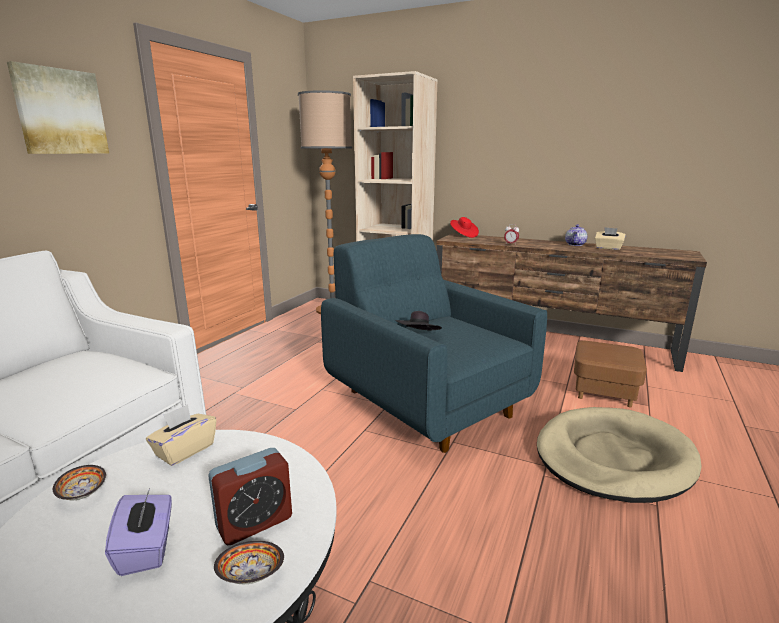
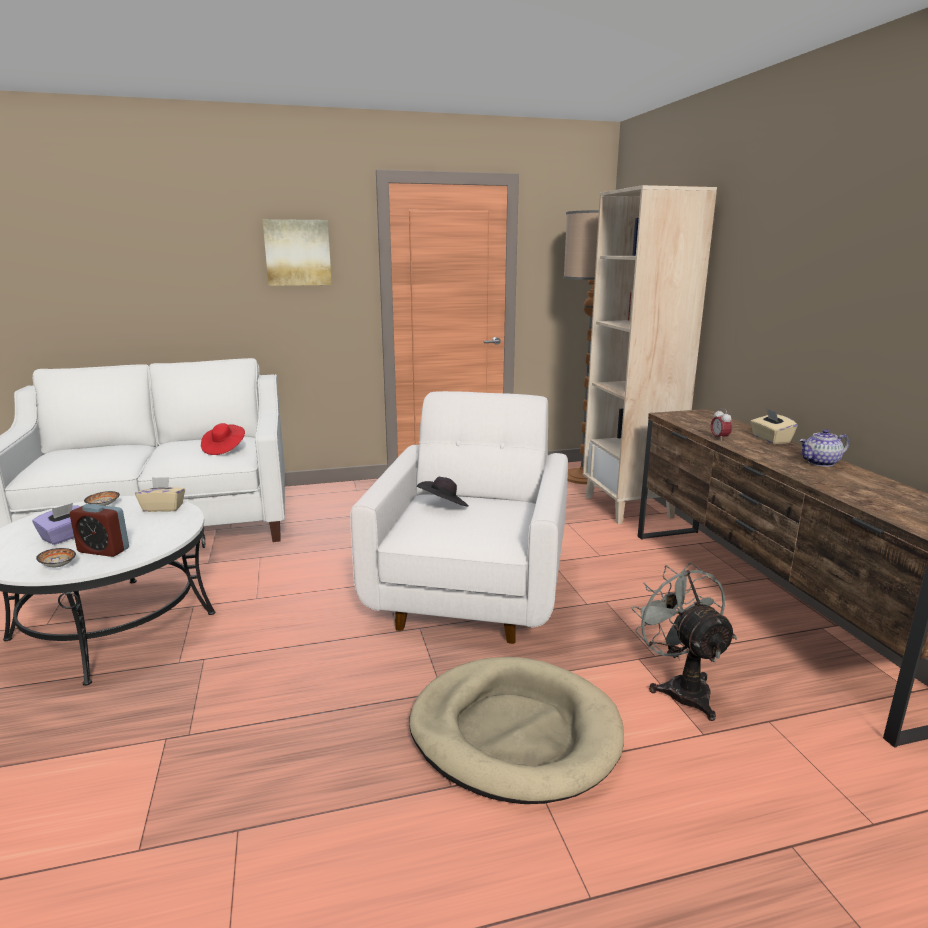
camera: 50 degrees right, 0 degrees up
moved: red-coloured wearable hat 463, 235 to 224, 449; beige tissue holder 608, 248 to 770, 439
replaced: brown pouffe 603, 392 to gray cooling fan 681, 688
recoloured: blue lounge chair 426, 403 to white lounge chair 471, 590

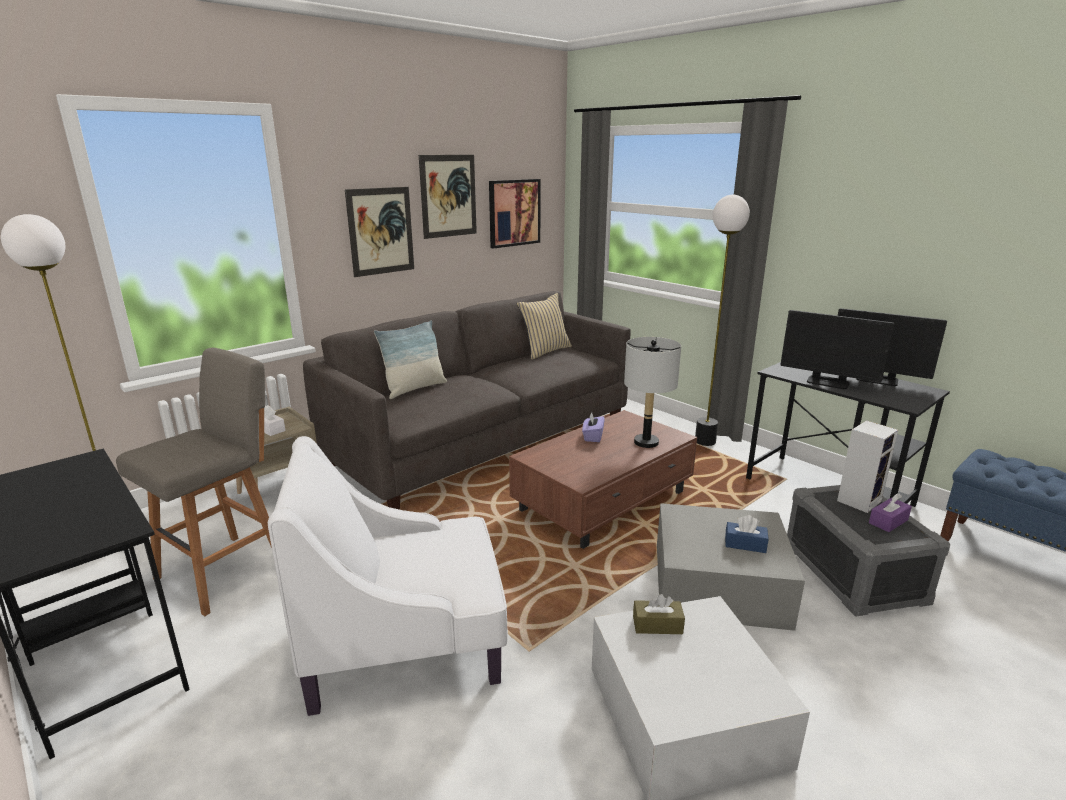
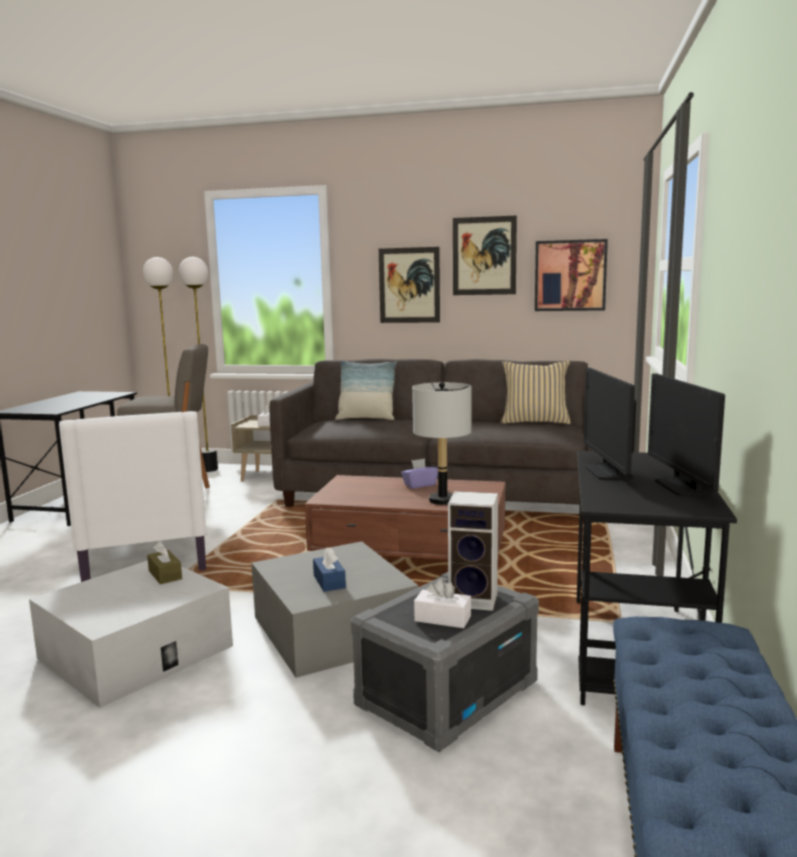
camera: 55 degrees right, 10 degrees down
moved: standing lamp 705, 441 to 209, 469
recoloured: purple-coloured tissue holder 888, 521 to white tissue holder 442, 618
turned: white lounge chair 407, 642 = 147, 553 150 degrees counterclockwise

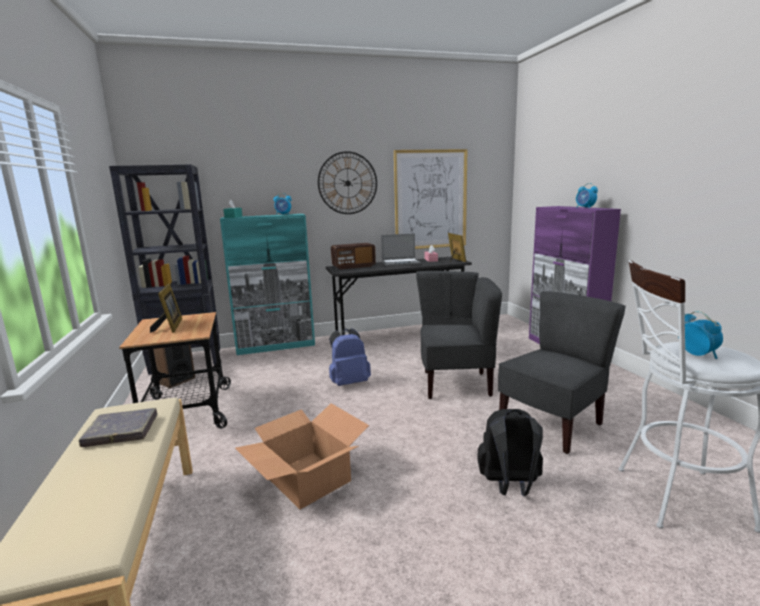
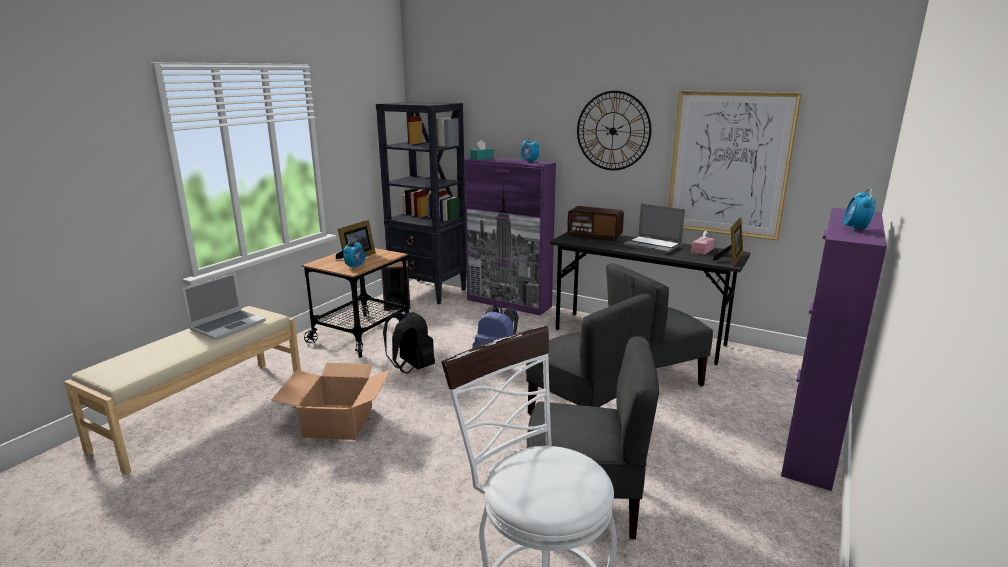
camera: 45 degrees right, 5 degrees up
moved: black-coloured backpack 509, 486 to 411, 368; table clock 697, 354 to 356, 267
replaced: gray book 121, 431 to portable computer 228, 325
recoloured: turquoise storage cabinet 276, 346 to purple-coloured storage cabinet 509, 303

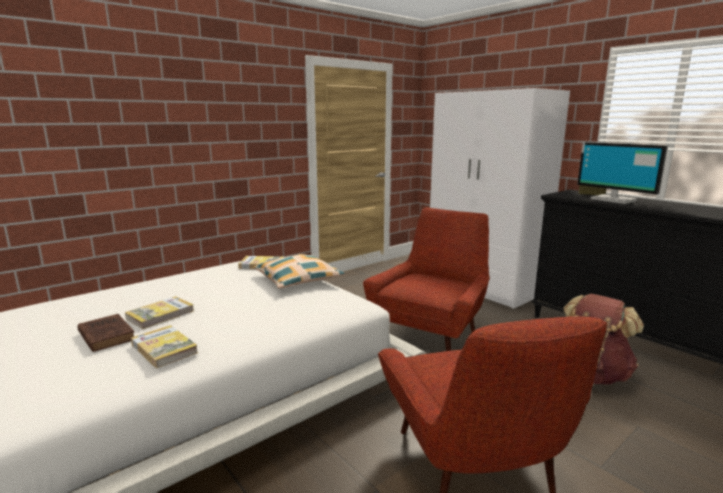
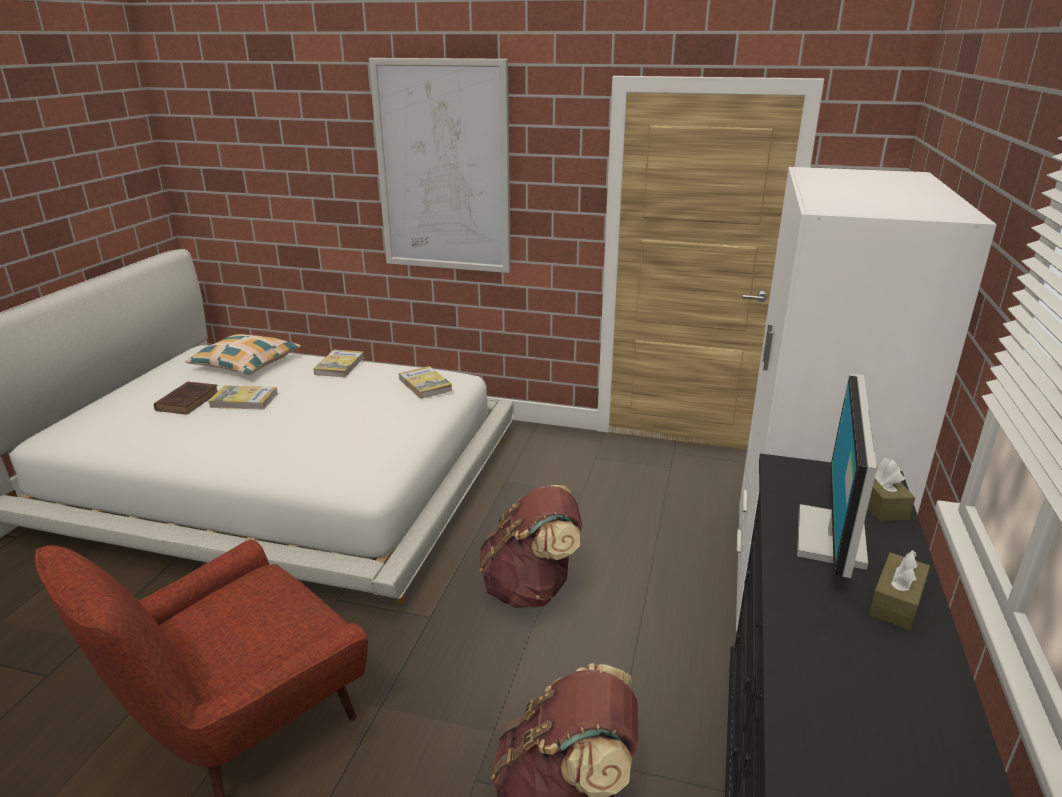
camera: 55 degrees right, 10 degrees up
added: wall picture 443, 168; brown tissue holder 896, 602
moved: book 164, 349 to 339, 366; throw pillow 298, 279 to 246, 363
replaced: red-coloured lounge chair 431, 336 to brown backpack 531, 588

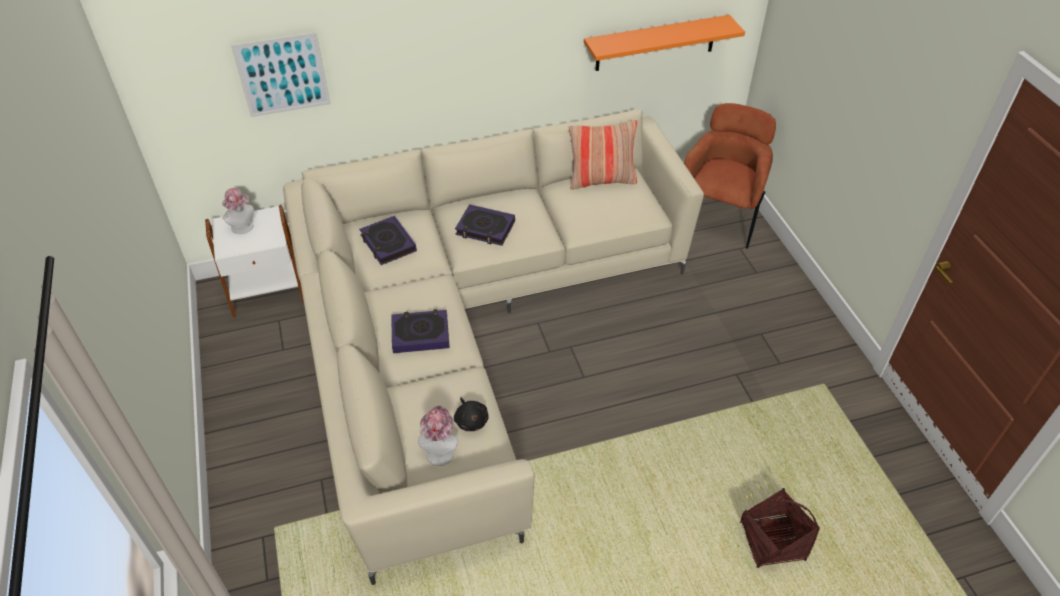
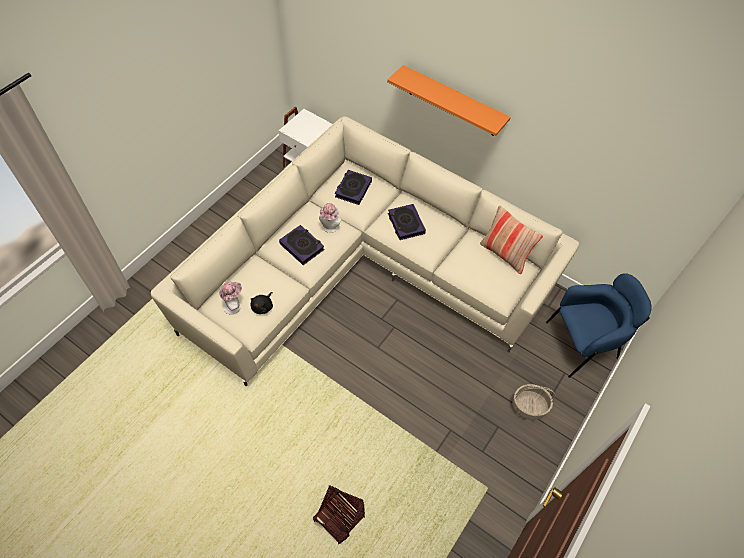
camera: 50 degrees right, 10 degrees up
removed: wall picture 282, 75
added: basket 529, 406
moved: wearable hat 244, 228 to 330, 228; orange-coloured bracket shelf 655, 43 to 453, 102
recoloured: brown lounge chair 719, 216 to blue lounge chair 583, 344

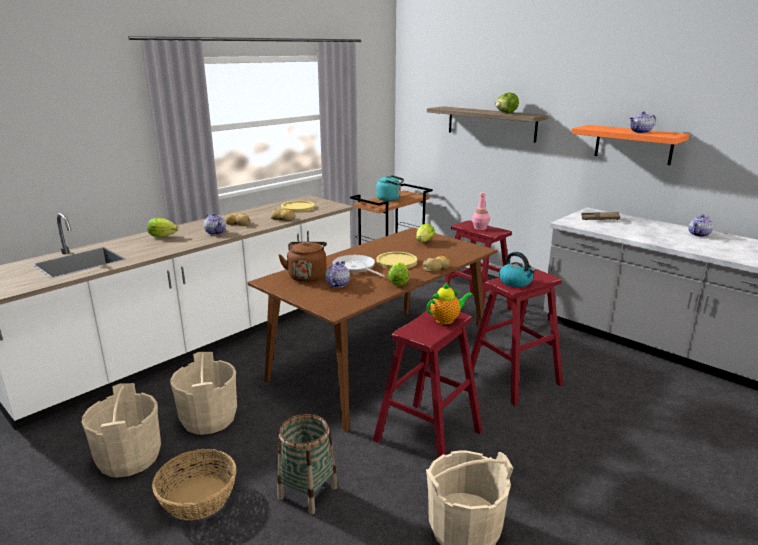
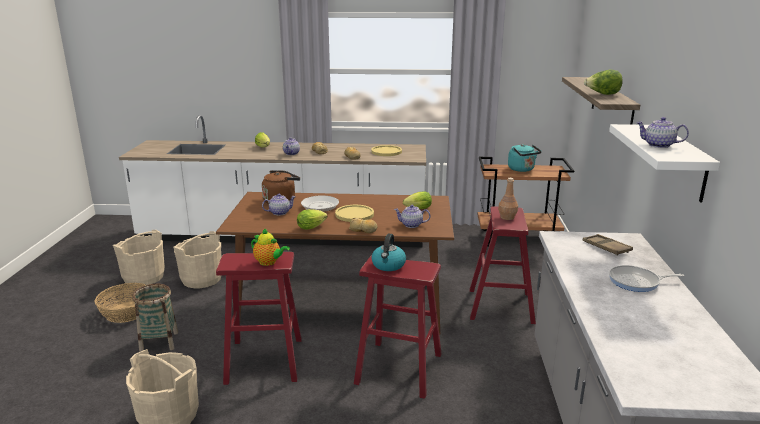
camera: 50 degrees right, 0 degrees up
added: pan 637, 282
moved: teapot 699, 234 to 411, 225
recoloured: pink beverage bottle 480, 228 to brown beverage bottle 507, 217; orange-coloured bracket shelf 633, 144 to white bracket shelf 682, 162

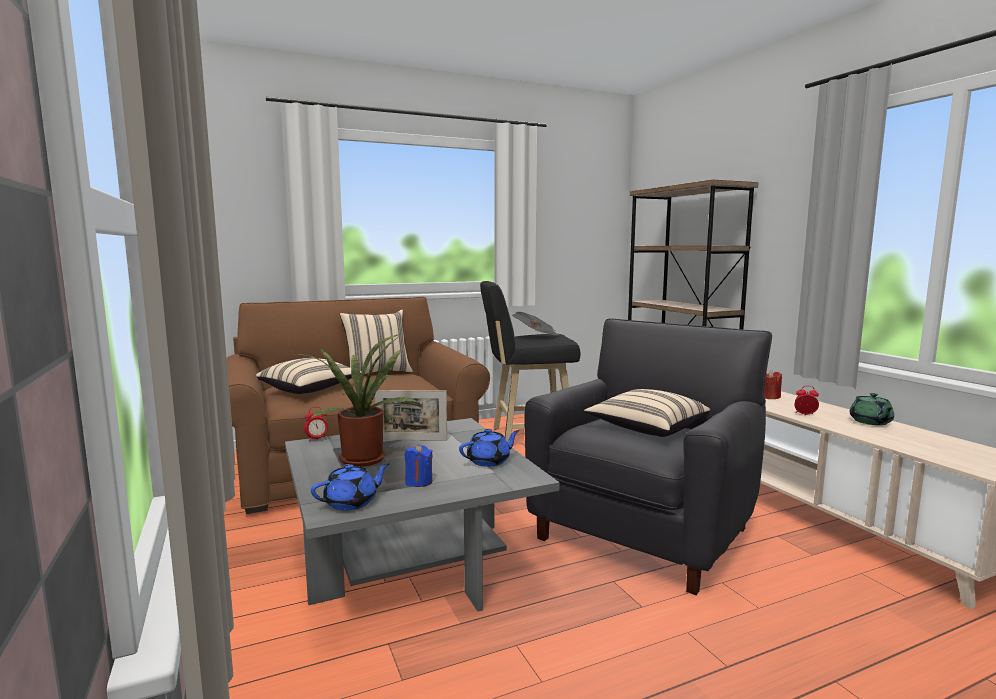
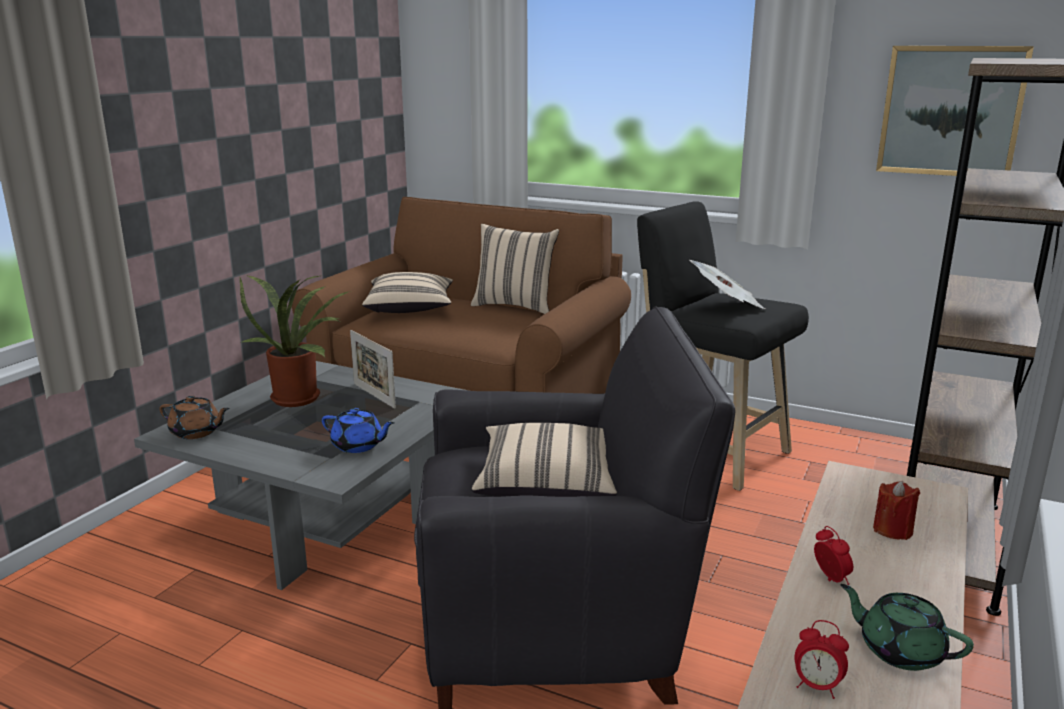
camera: 50 degrees right, 10 degrees up
removed: blue wax candle 418, 482
added: wall picture 951, 111
moved: table clock 317, 439 to 817, 687
recoloured: blue teapot 352, 502 to brown teapot 196, 432
turned: green teapot 870, 422 = 899, 650 75 degrees clockwise

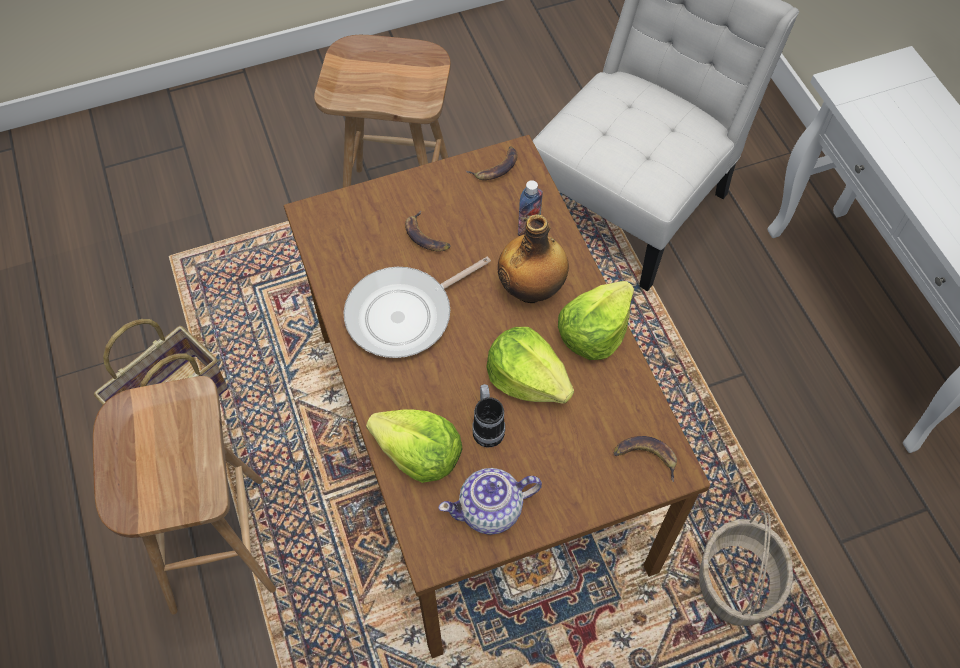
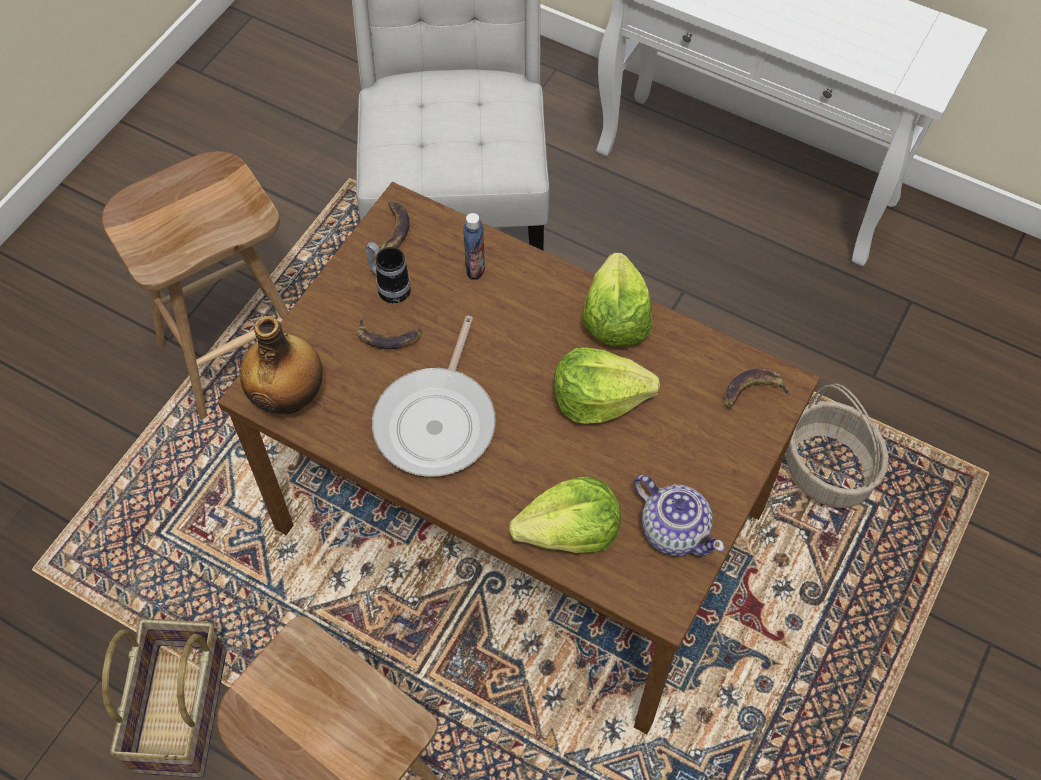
camera: 40 degrees left, 0 degrees up
moved: tea mug 487, 427 to 389, 286; beverage bottle 532, 289 to 289, 396
turned: teapot 491, 510 = 674, 530 75 degrees counterclockwise

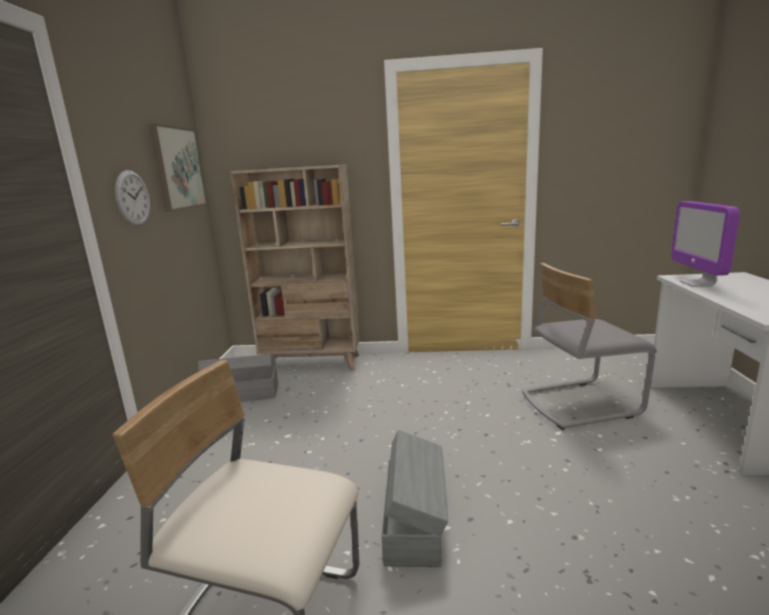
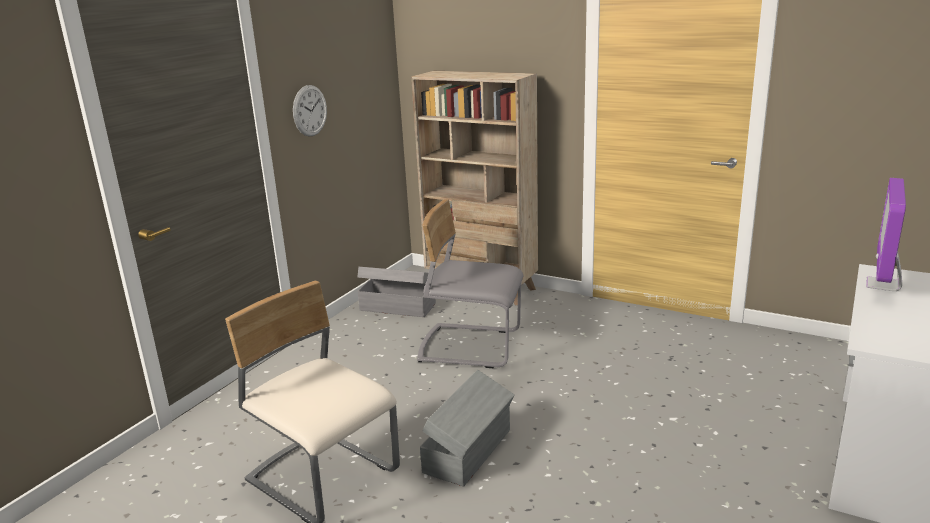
camera: 25 degrees right, 5 degrees up
removed: wall picture 178, 168
moved: gray upright chair 579, 403 to 470, 346

